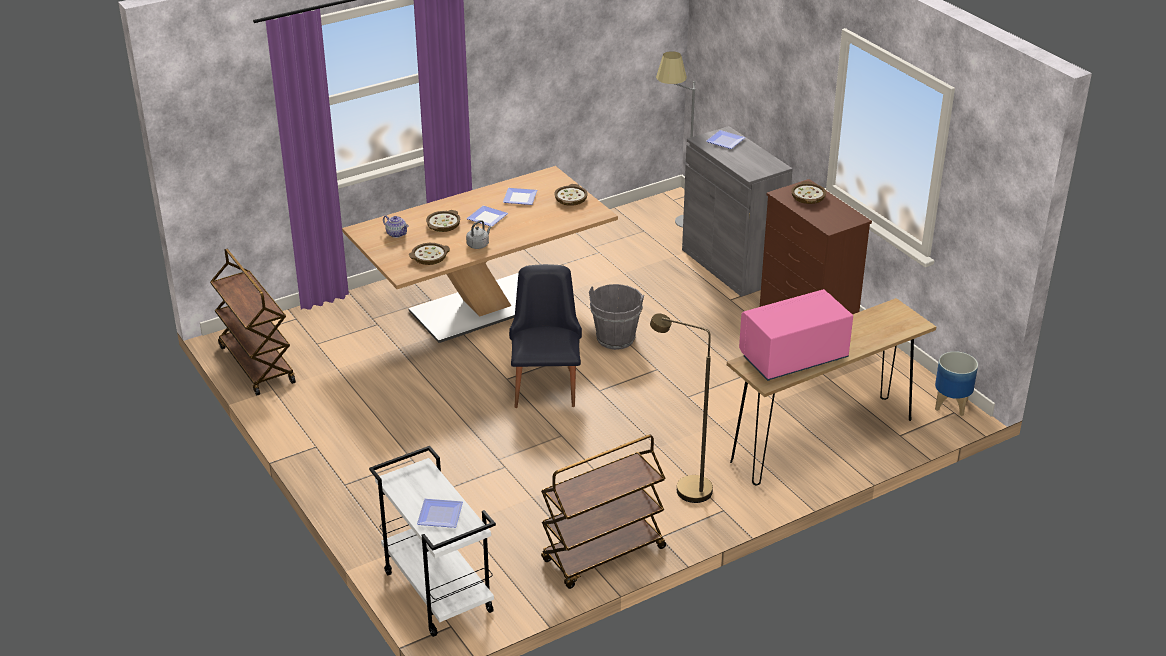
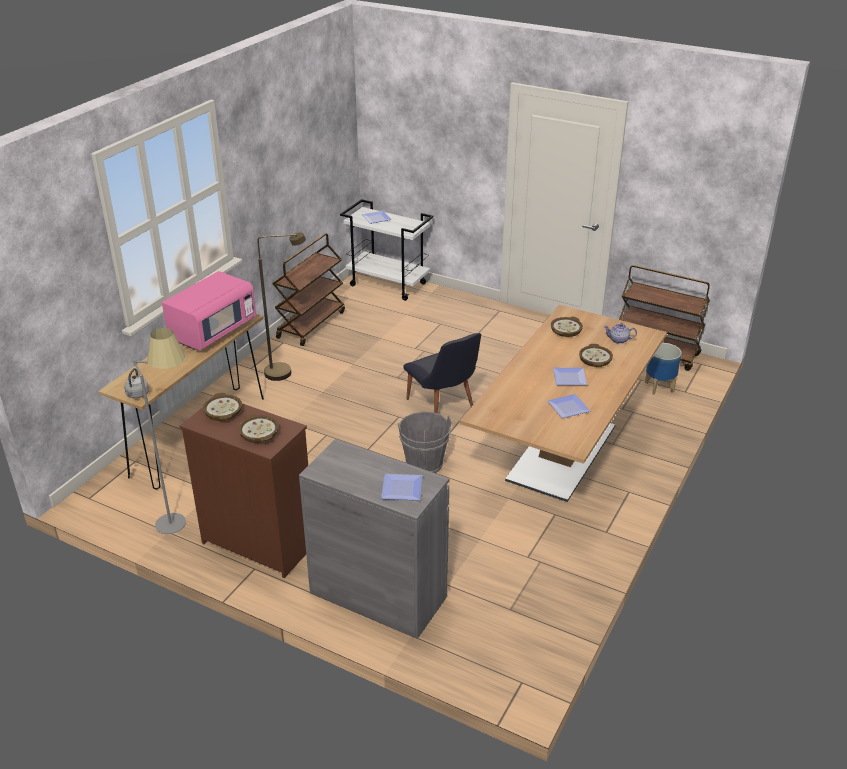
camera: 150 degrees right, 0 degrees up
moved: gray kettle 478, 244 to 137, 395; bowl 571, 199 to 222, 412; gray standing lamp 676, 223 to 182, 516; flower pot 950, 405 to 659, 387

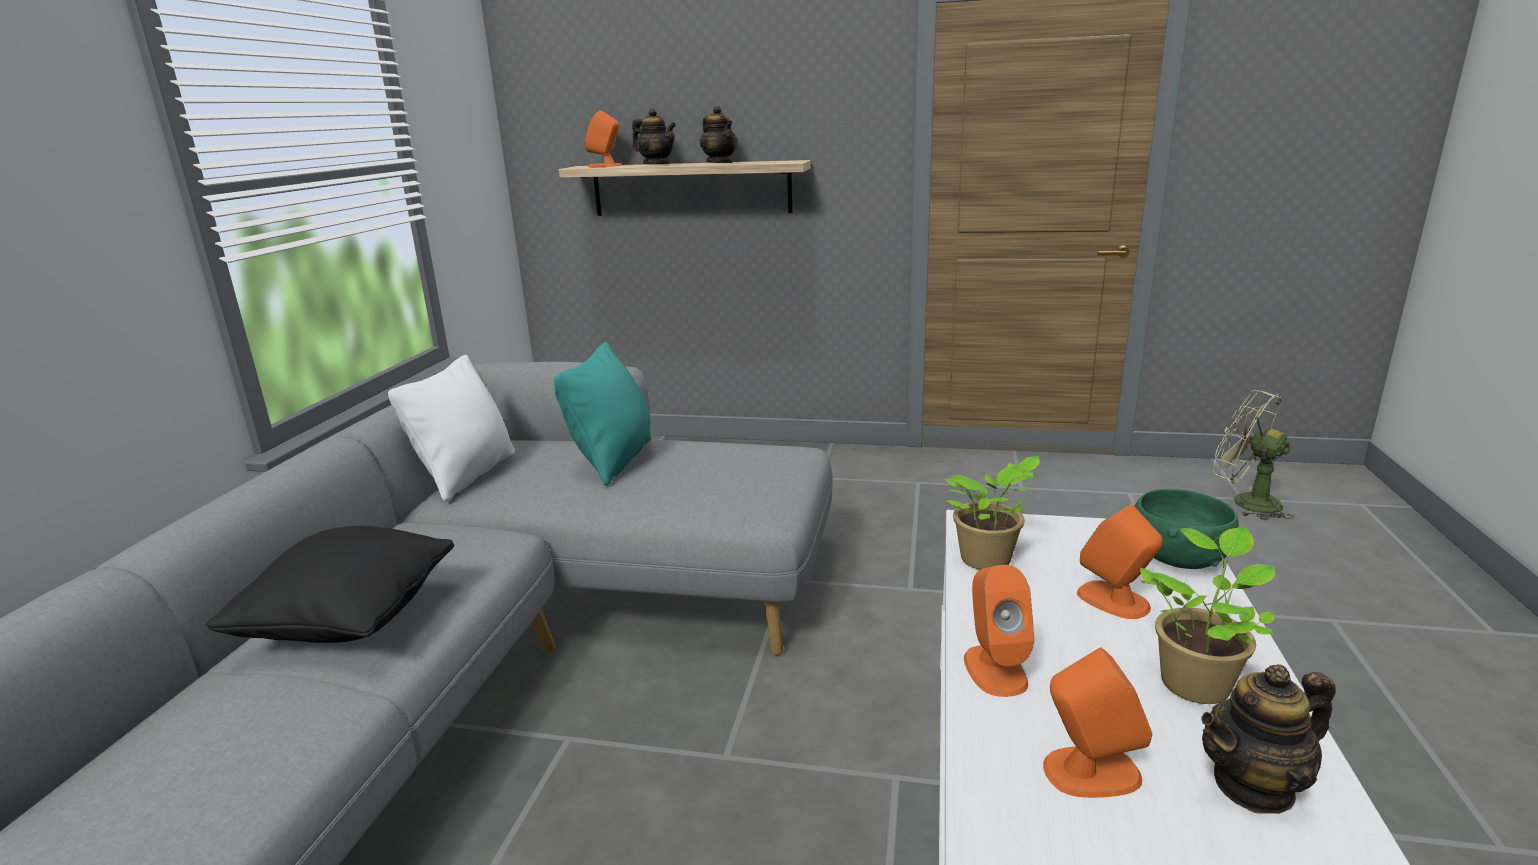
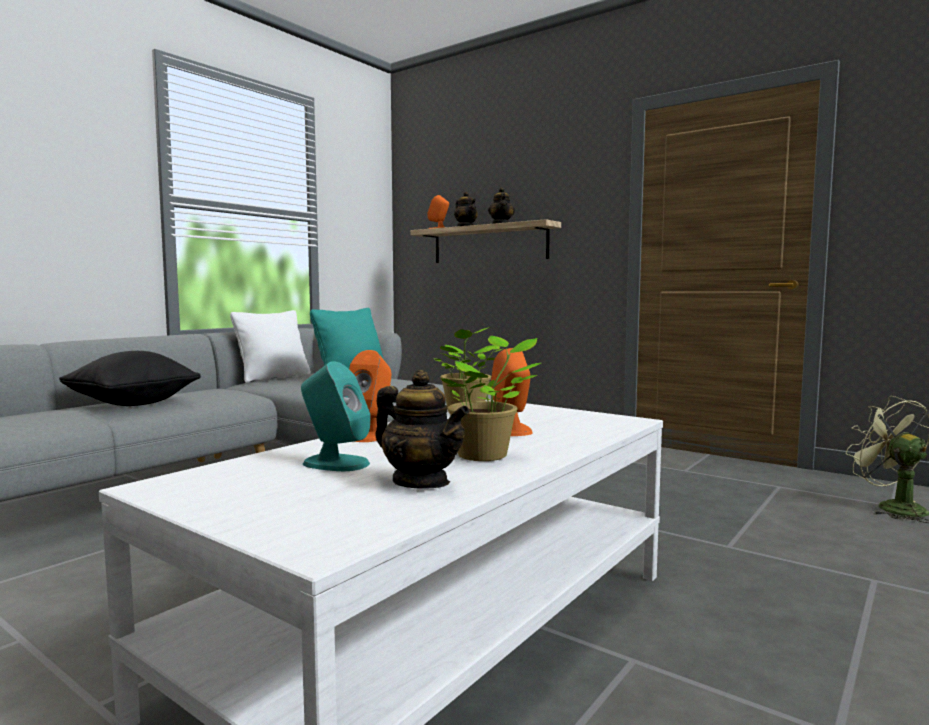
camera: 25 degrees right, 15 degrees down
removed: green bowl 1176, 558
recoloured: orange-coloured audio speaker 1090, 772 to turquoise audio speaker 335, 463
turned: teapot 1254, 786 = 421, 482 150 degrees counterclockwise

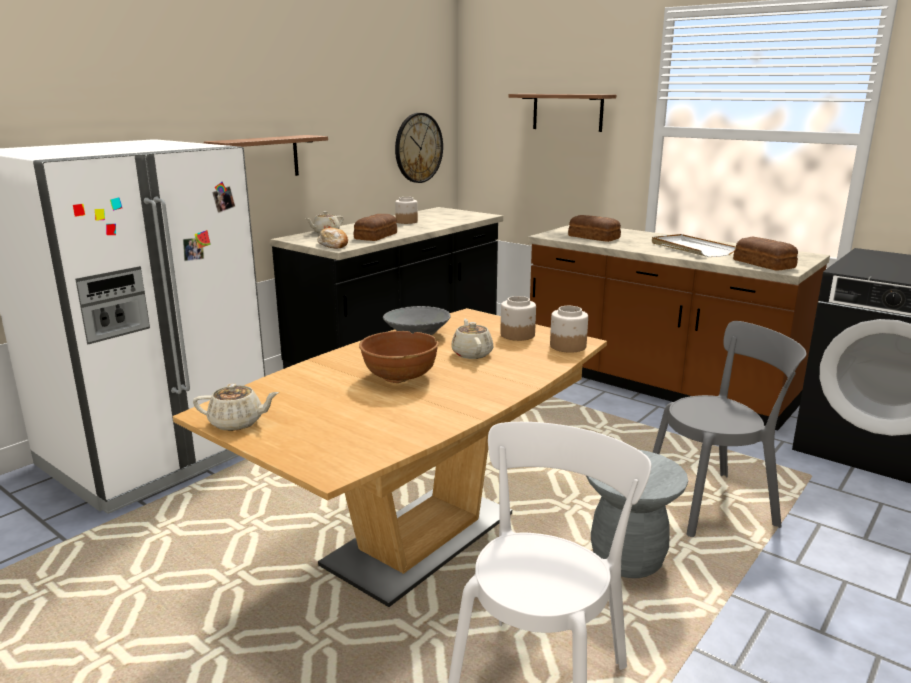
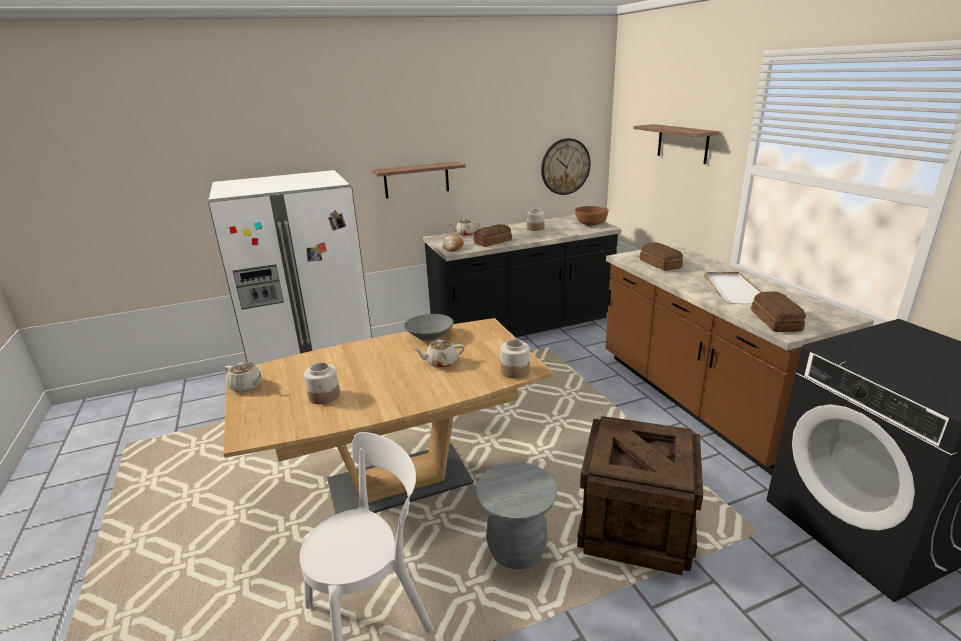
camera: 30 degrees right, 5 degrees up
moved: brown bowl 399, 376 to 591, 224; preserve jar 518, 335 to 324, 396
replaced: gray upright chair 715, 503 to shipping crate 636, 528
turned: beige teapot 472, 353 = 440, 362 120 degrees counterclockwise

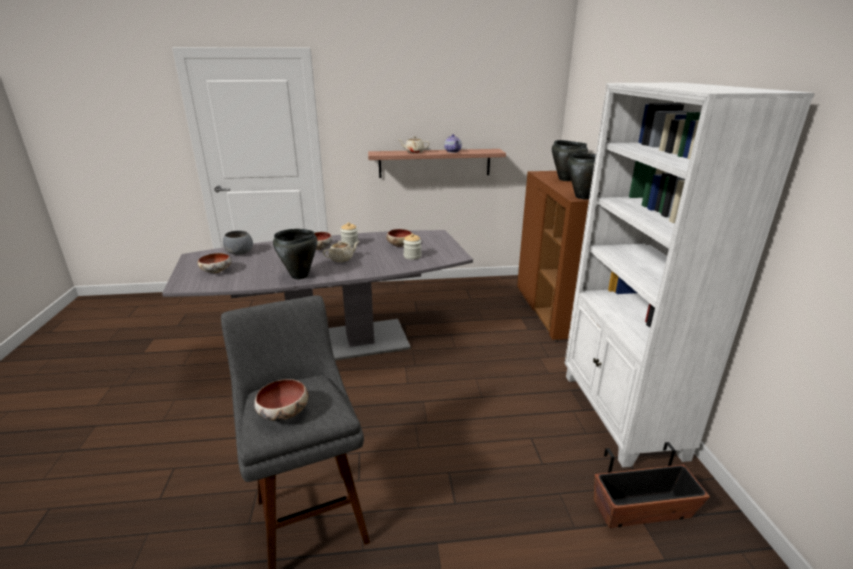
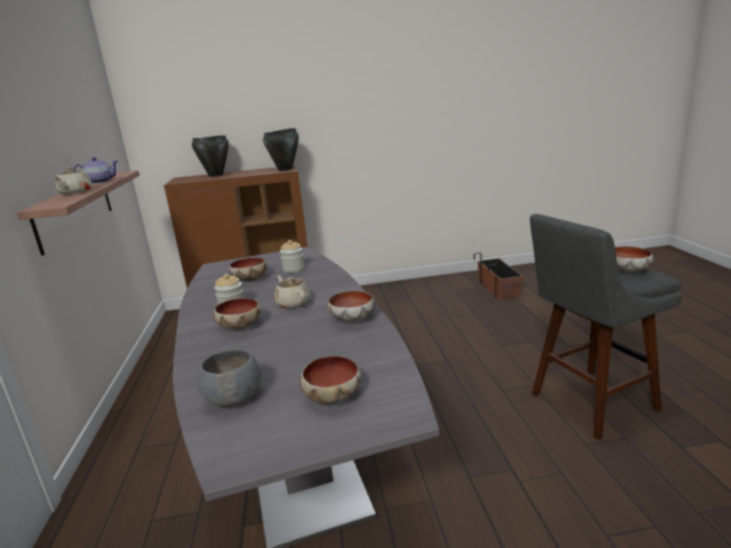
camera: 90 degrees left, 5 degrees down
removed: white bookcase 620, 415
replaced: black-coloured saucepot 299, 276 to bowl 353, 318

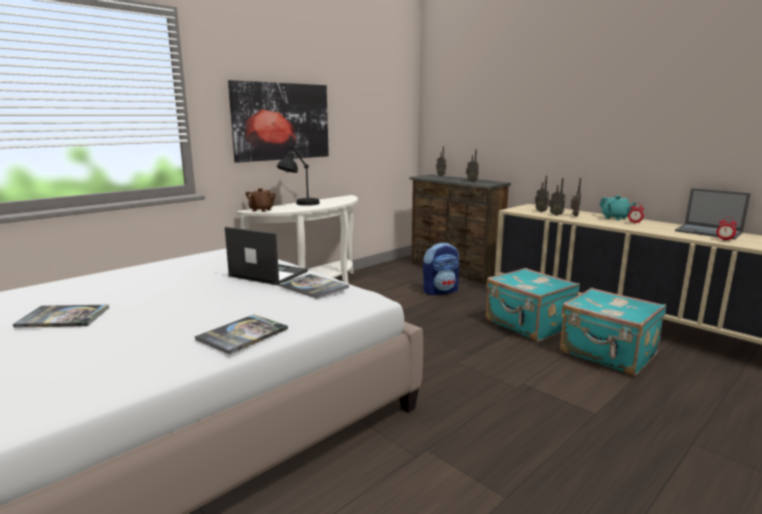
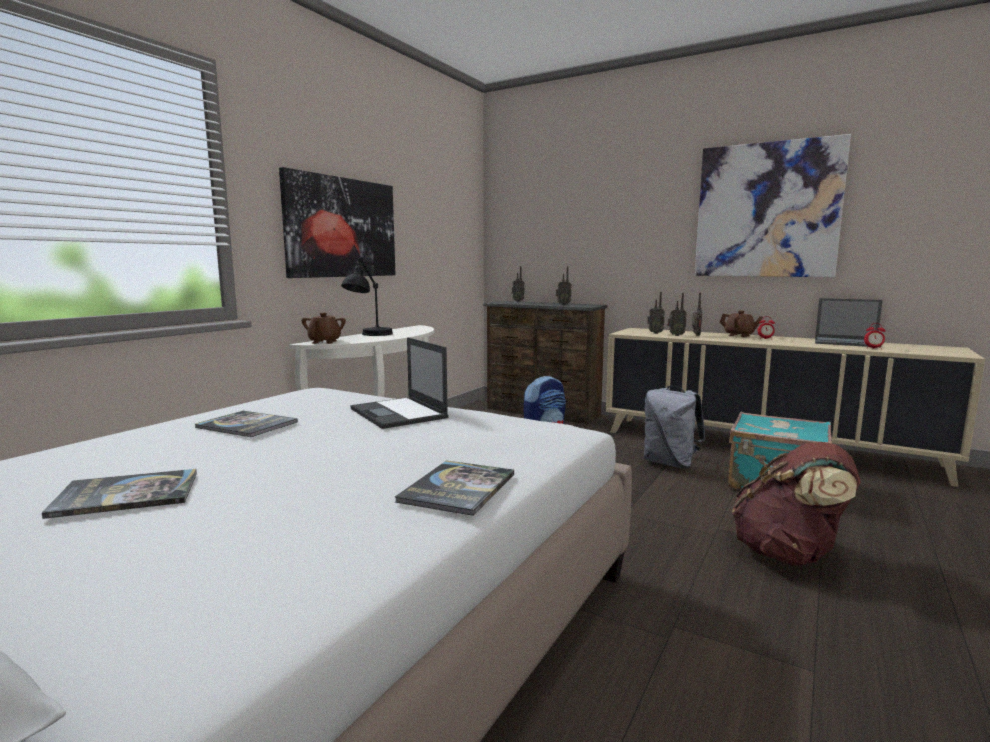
camera: 15 degrees left, 5 degrees down
added: wall picture 767, 210; brown backpack 789, 554
moved: book 313, 287 to 247, 425
replaced: turquoise piece of luggage 528, 325 to gray backpack 670, 463
recoloured: turquoise teapot 615, 218 to brown teapot 739, 335
turned: portable computer 267, 274 = 399, 413 135 degrees counterclockwise

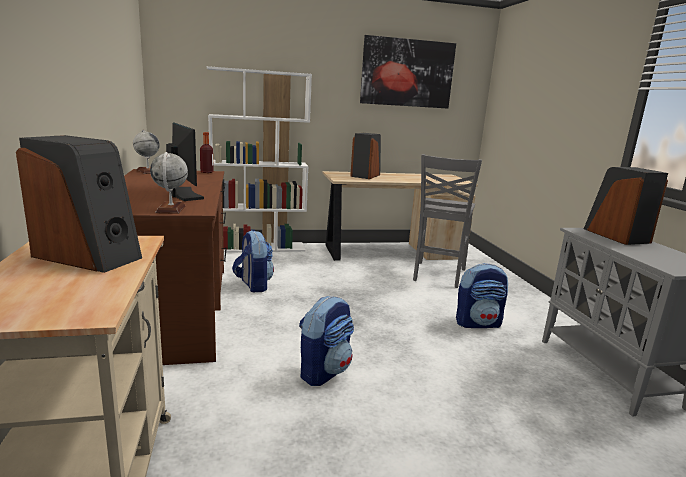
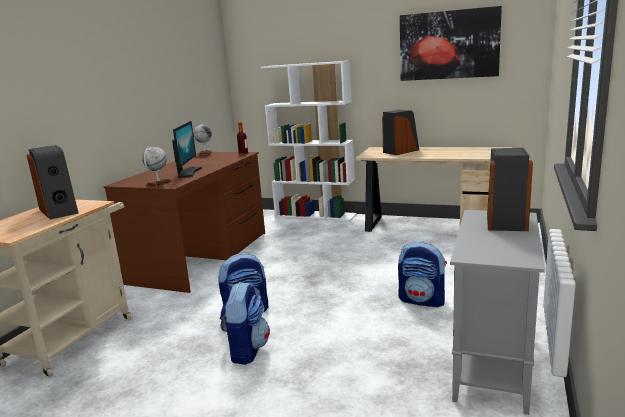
camera: 35 degrees right, 0 degrees up
removed: gray upright chair 437, 275
moved: backpack 253, 285 to 246, 350

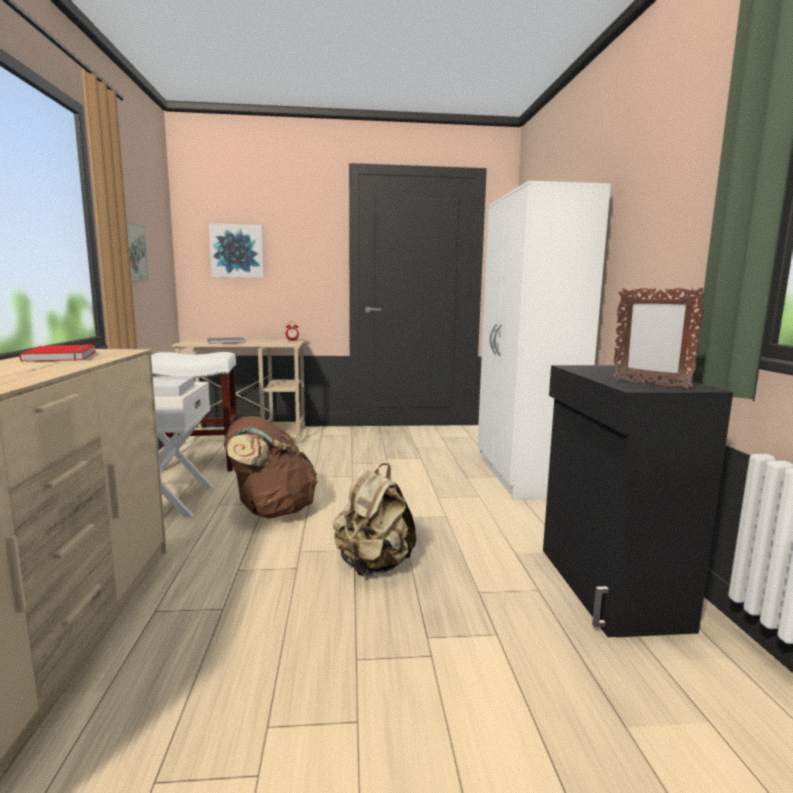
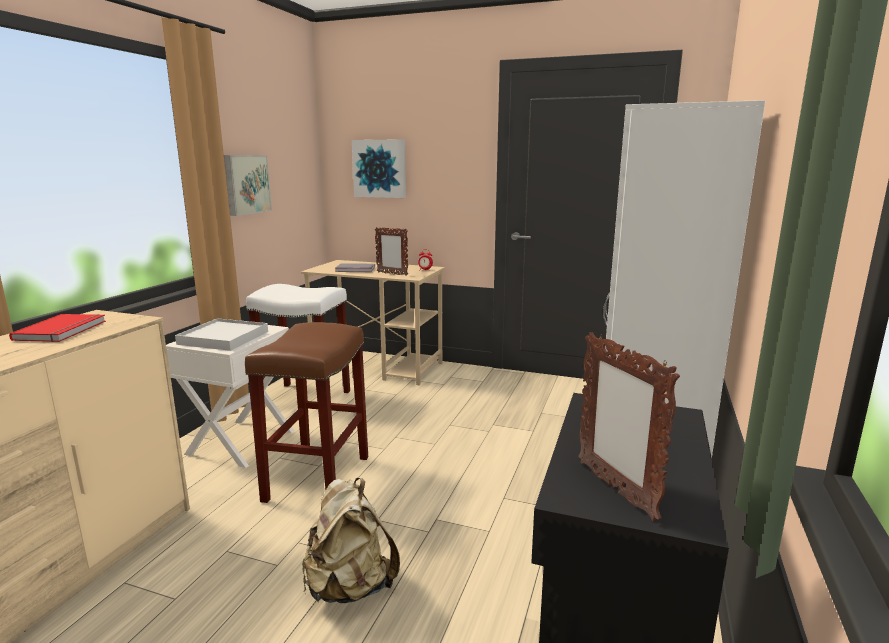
camera: 25 degrees right, 5 degrees up
added: picture frame 392, 274
replaced: brown backpack 271, 511 to brown stool 317, 477

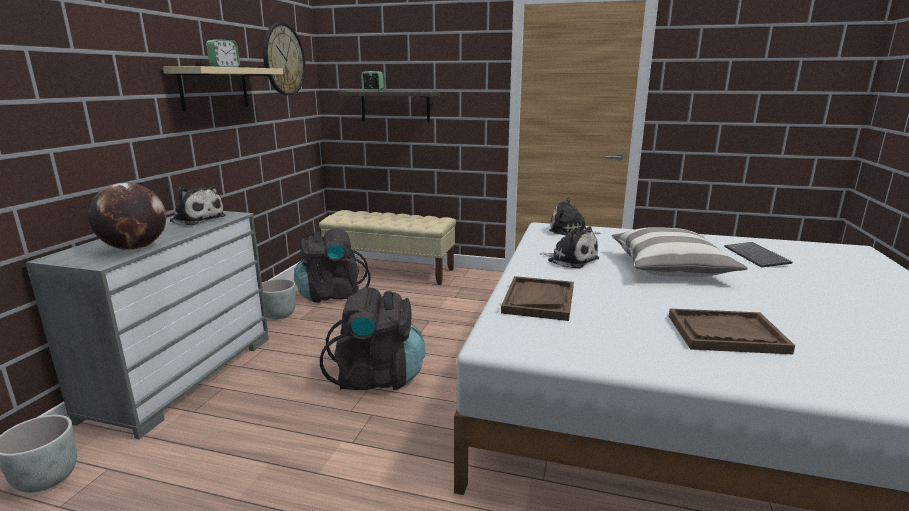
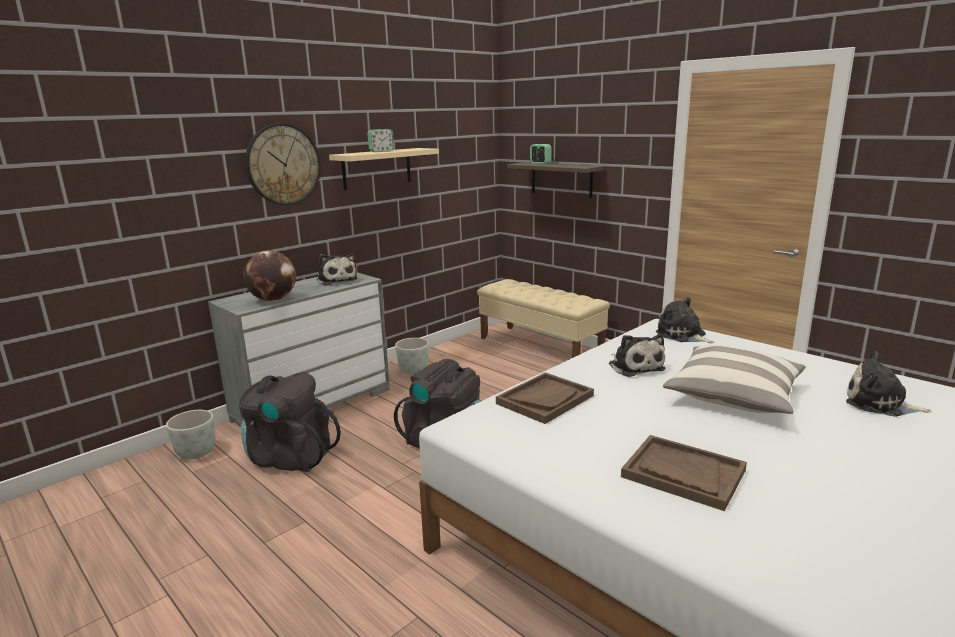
camera: 30 degrees right, 0 degrees up
moved: wall clock 283, 59 to 283, 164; black-coloured backpack 332, 294 to 290, 457
replaced: PC keyboard 757, 256 to cuddly toy 879, 404

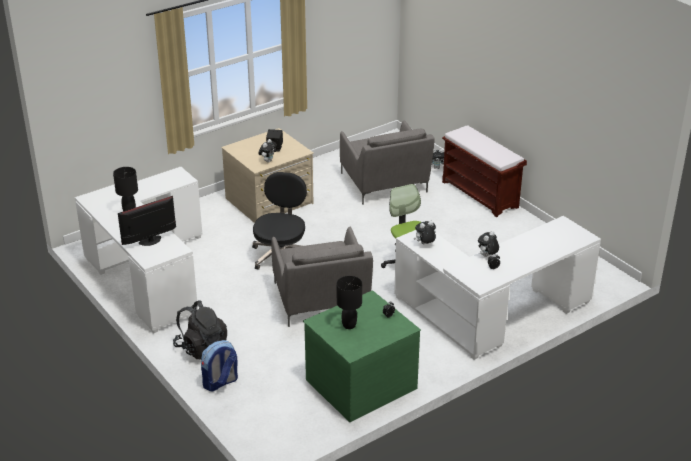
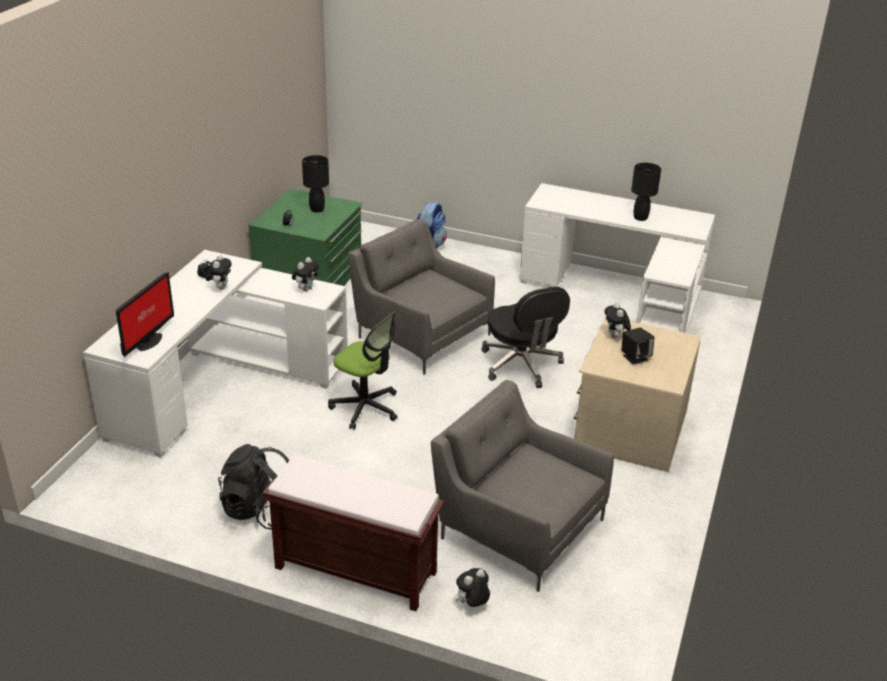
camera: 145 degrees right, 0 degrees up
moved: computer screen 151, 241 to 147, 342; black-coloured backpack 201, 348 to 260, 510

